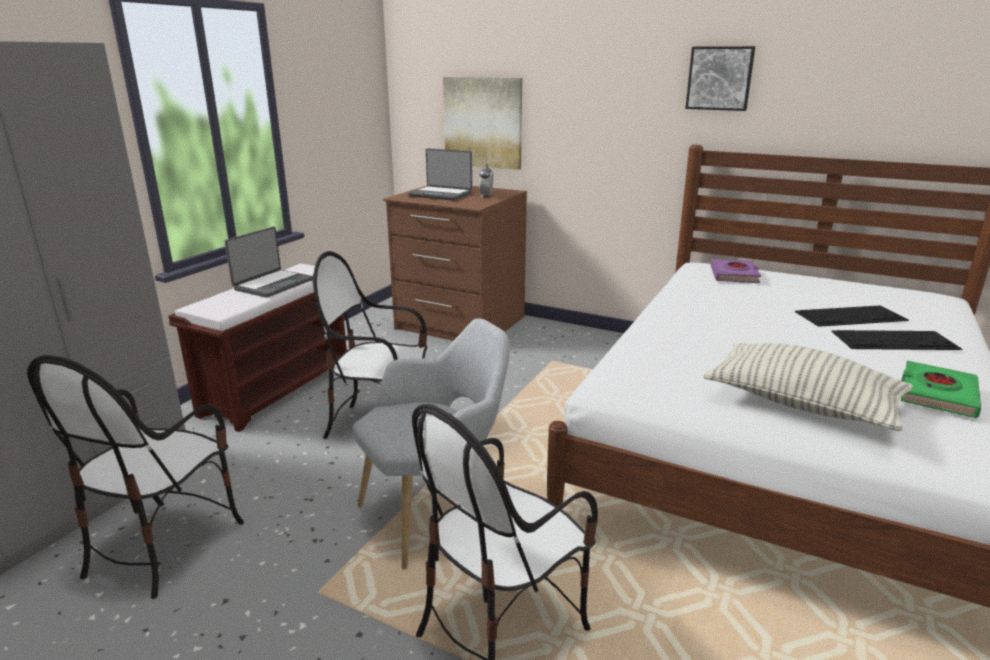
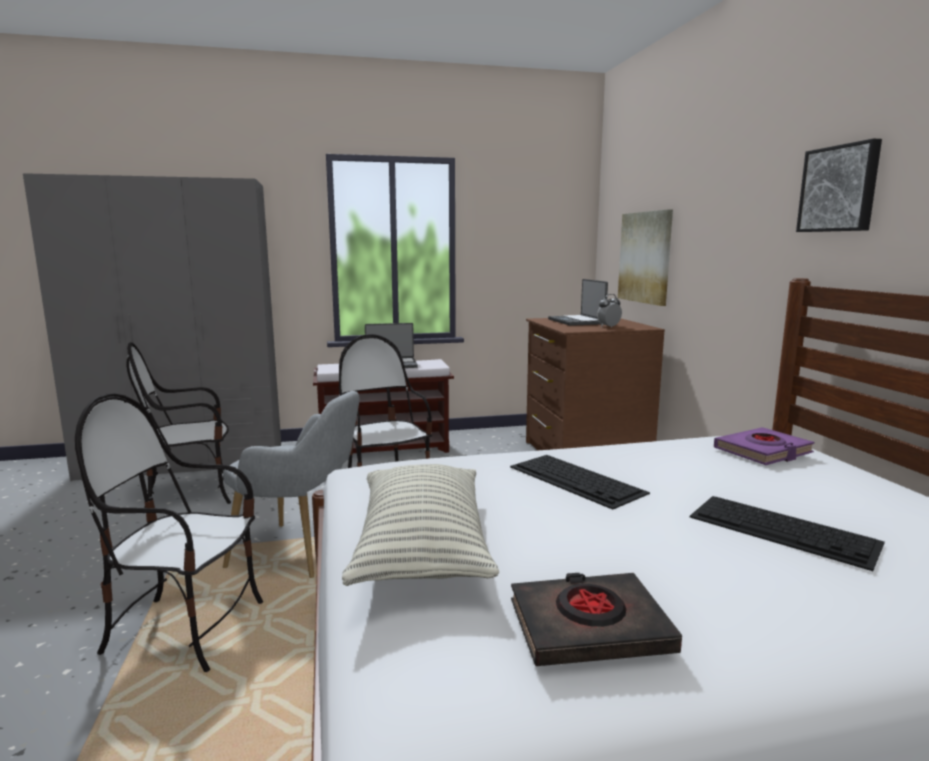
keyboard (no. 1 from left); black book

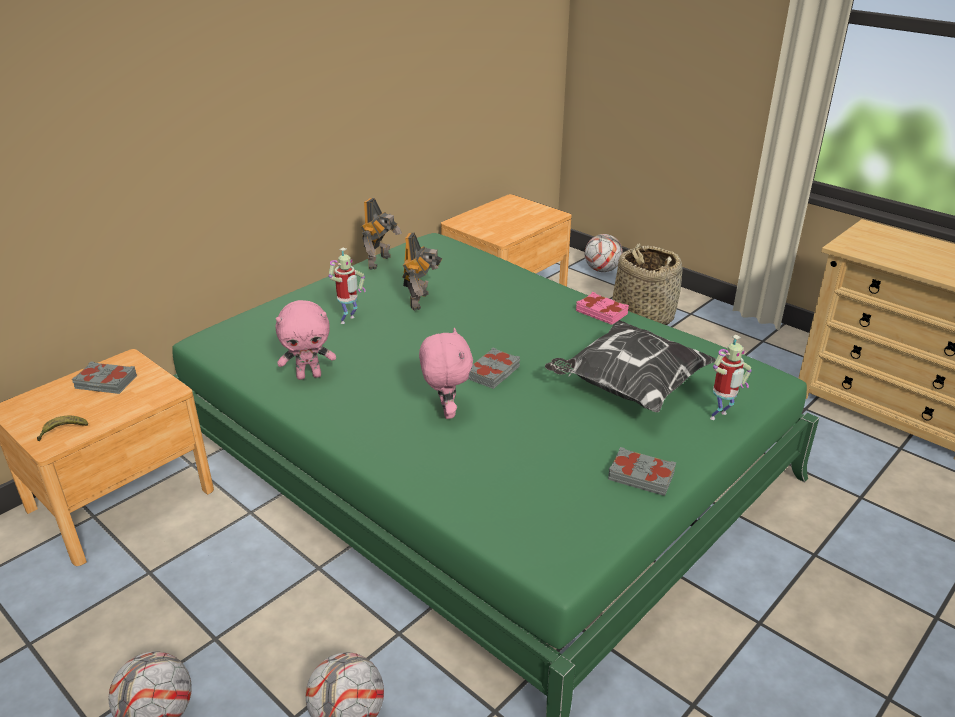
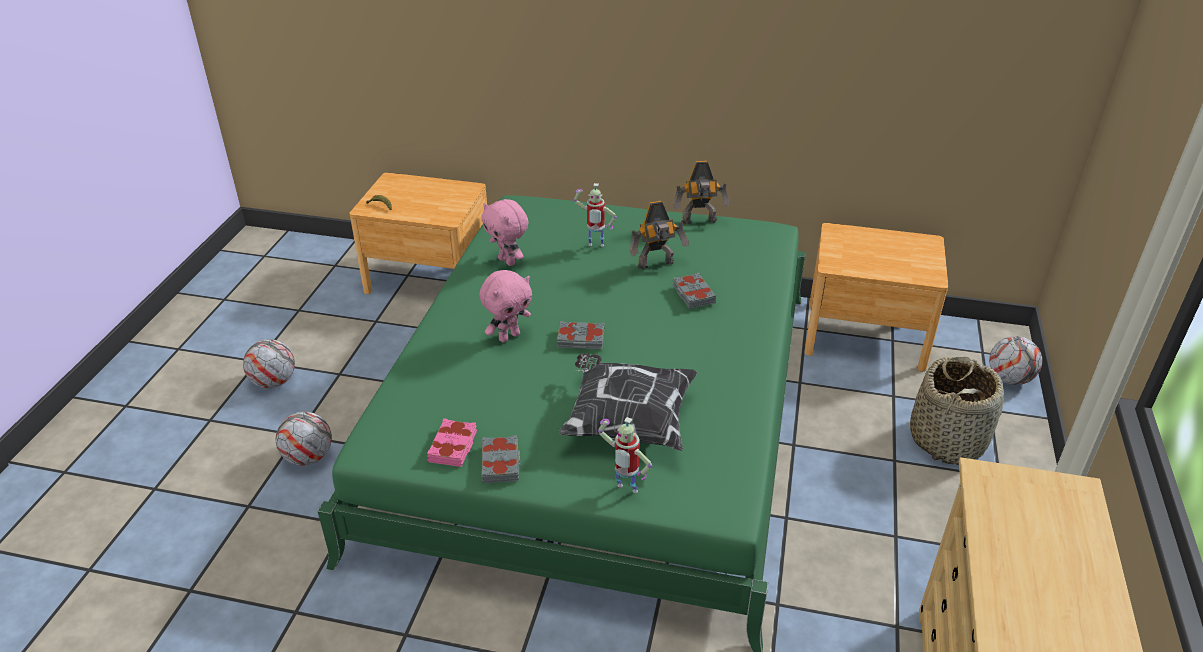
pink book; grey book (no. 3 from left)

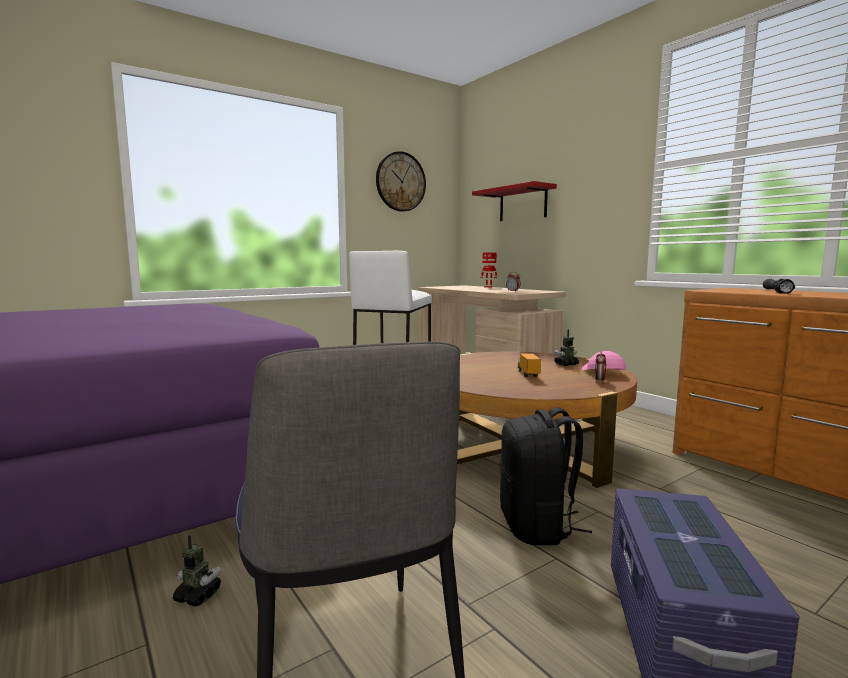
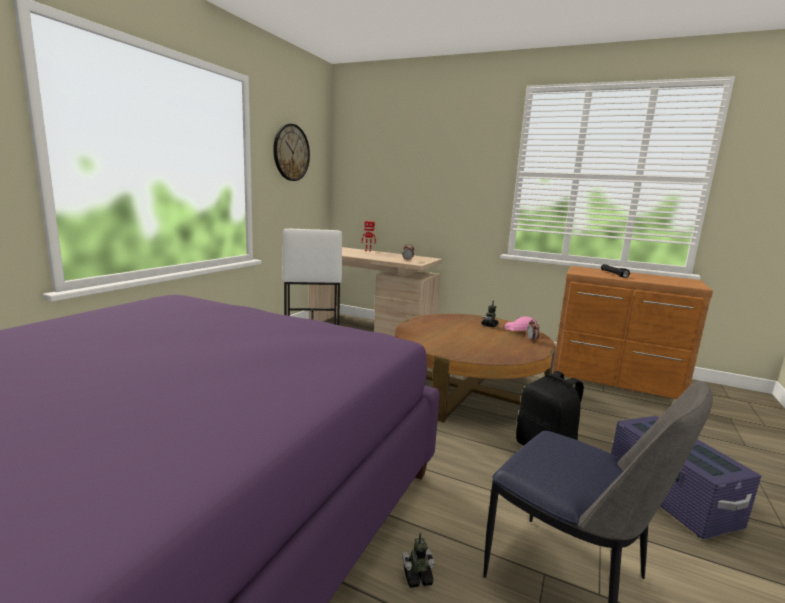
red shelf; toy truck

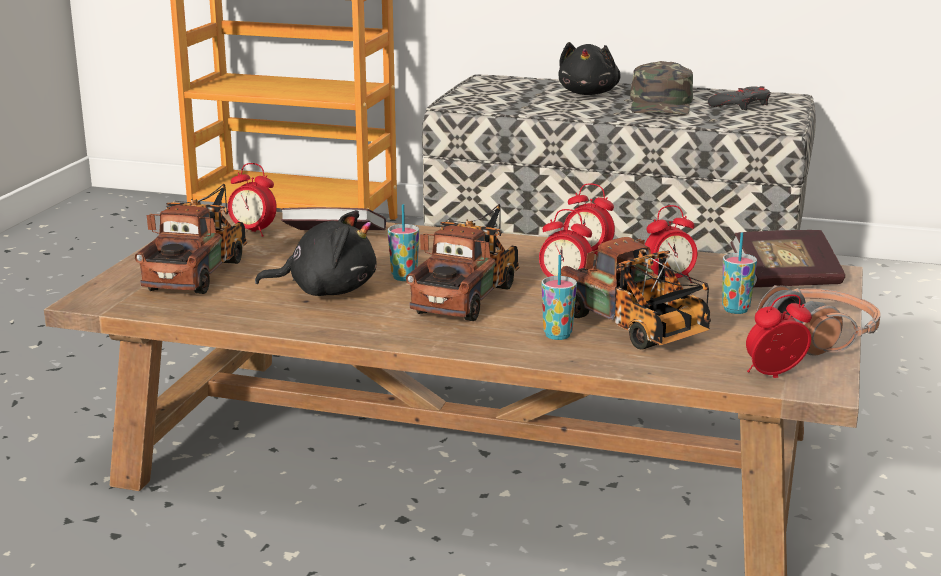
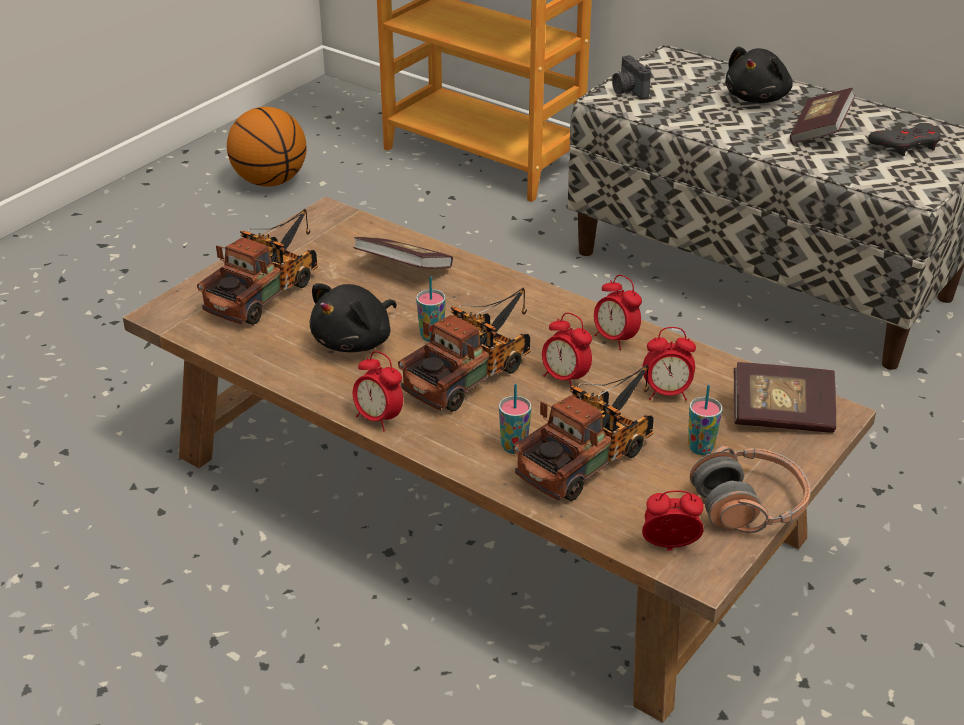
basketball; black plush toy (no. 1 from left); alarm clock (no. 1 from left); toy truck (no. 3 from left); photo camera; book (no. 3 from left)

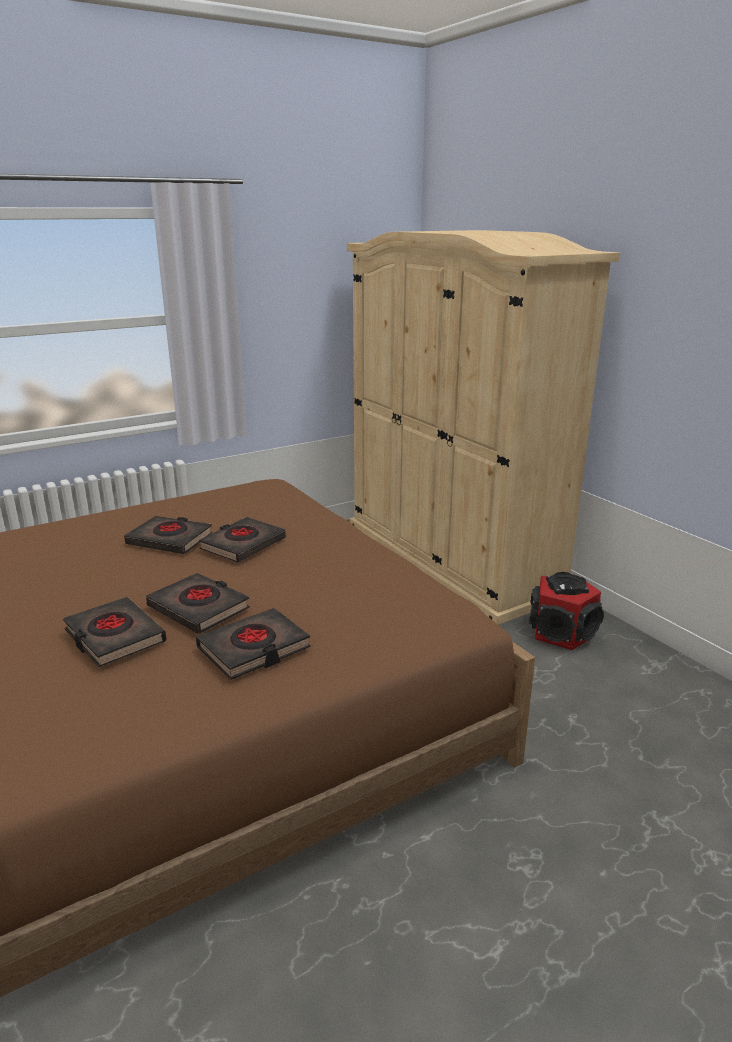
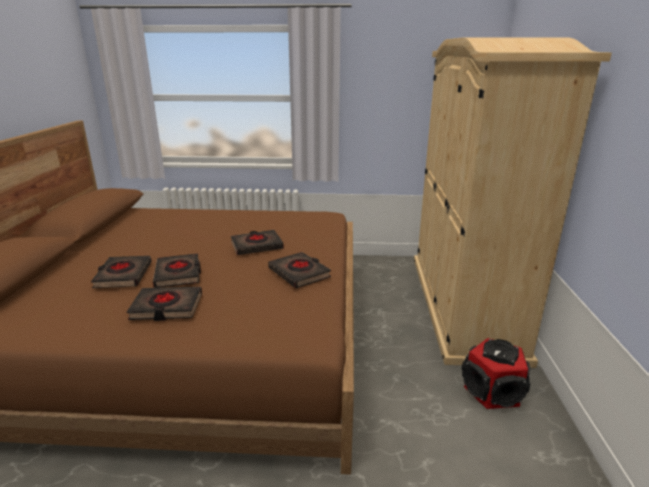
black book (no. 5 from left)

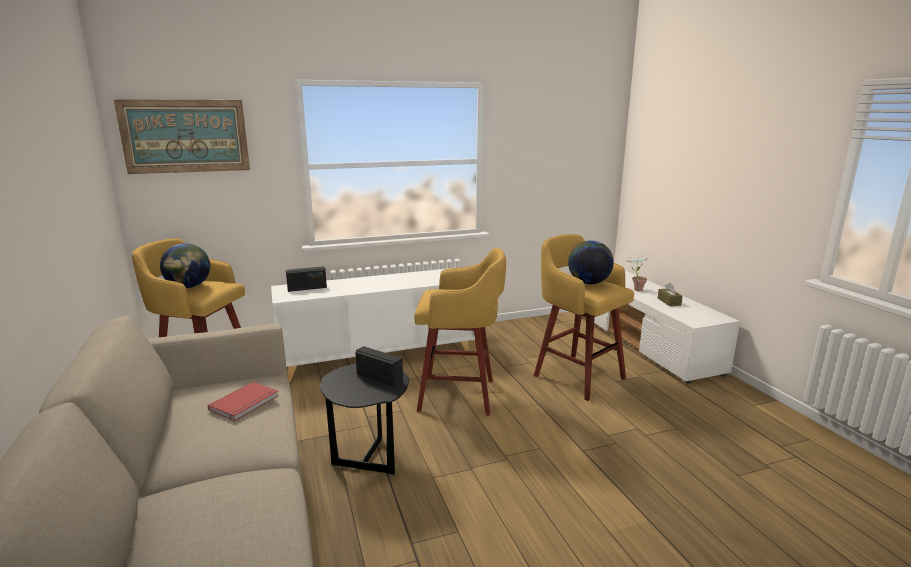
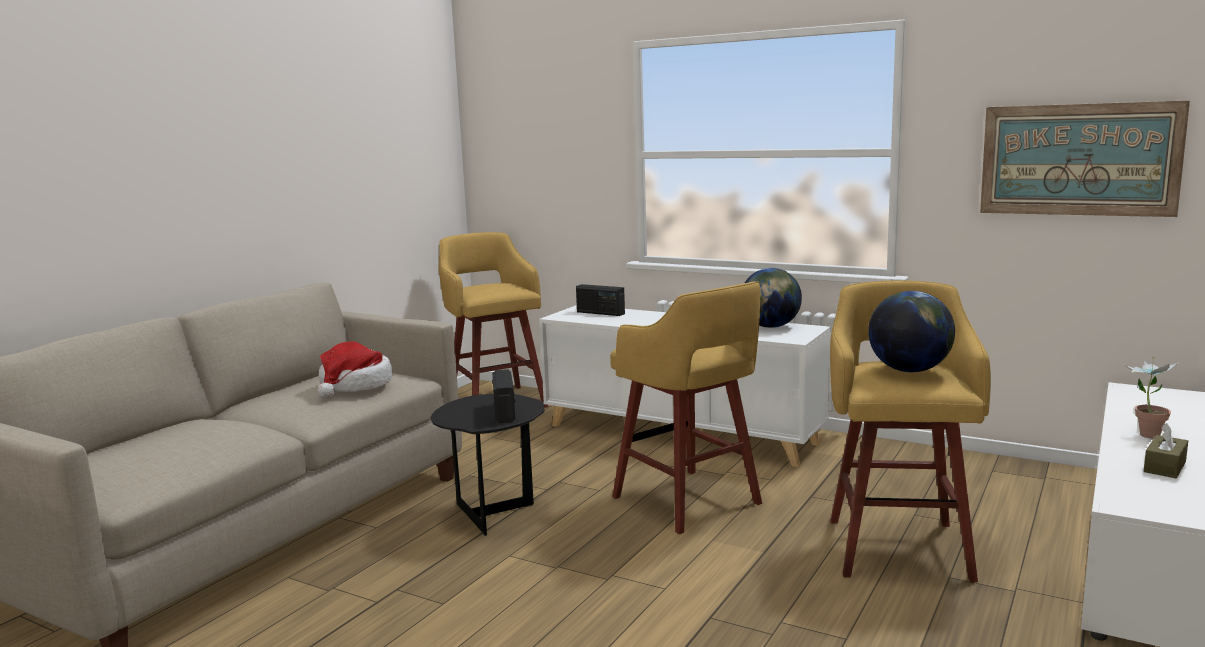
hat; globe (no. 1 from left); picture

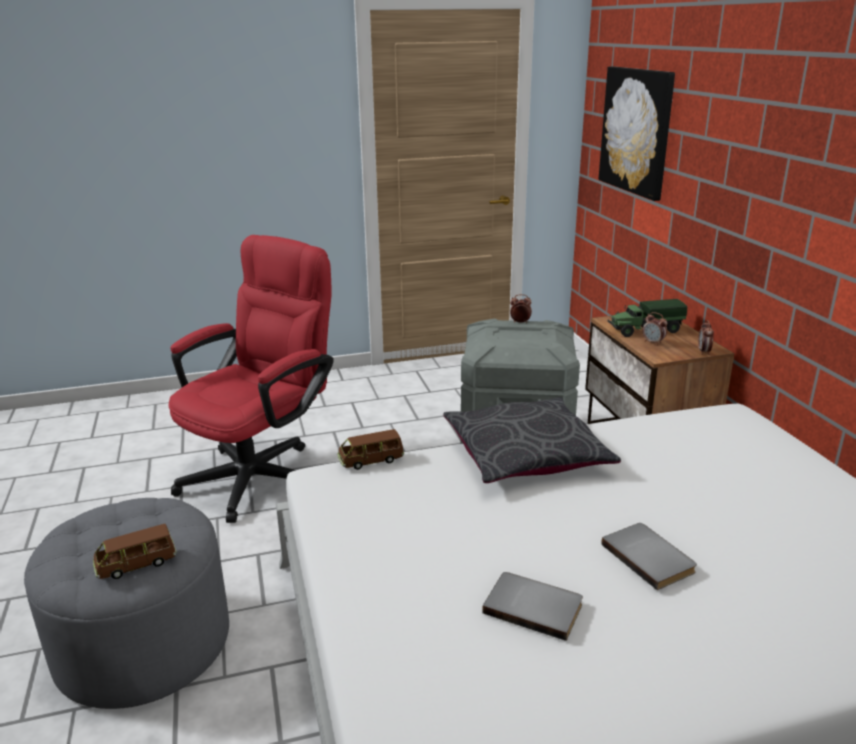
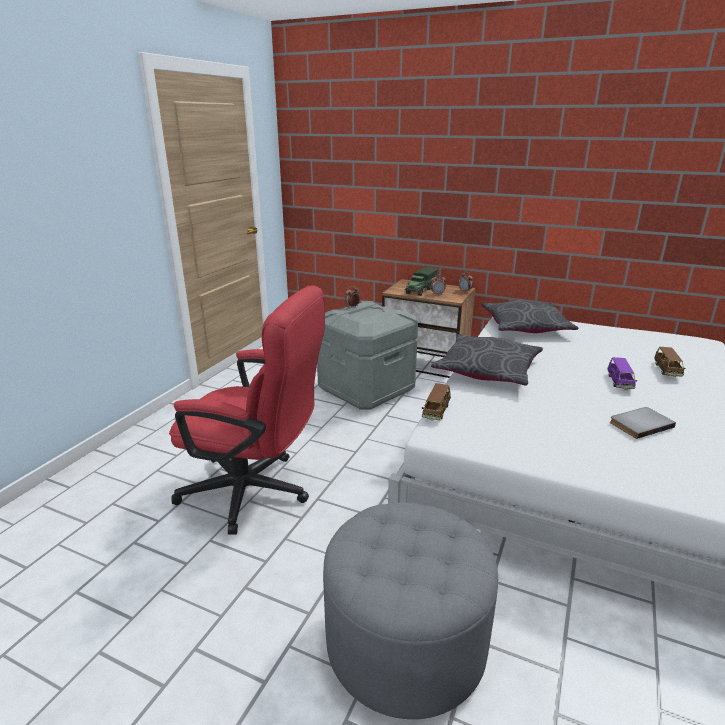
red office chair; grey pillow (no. 2 from left); purple toy car; brown toy car (no. 2 from left); picture

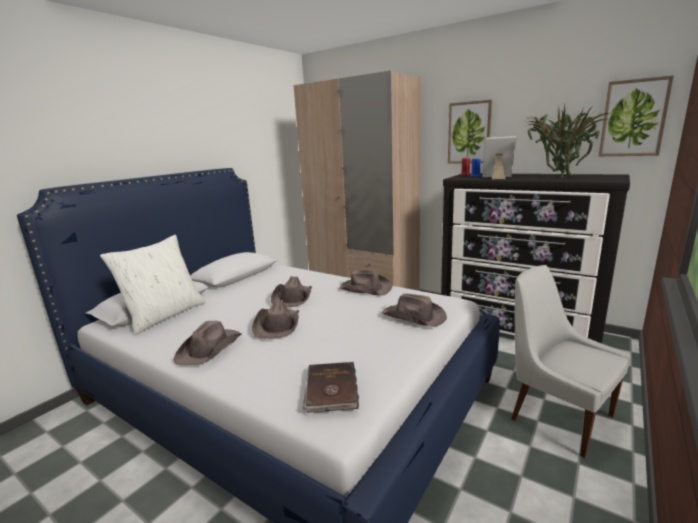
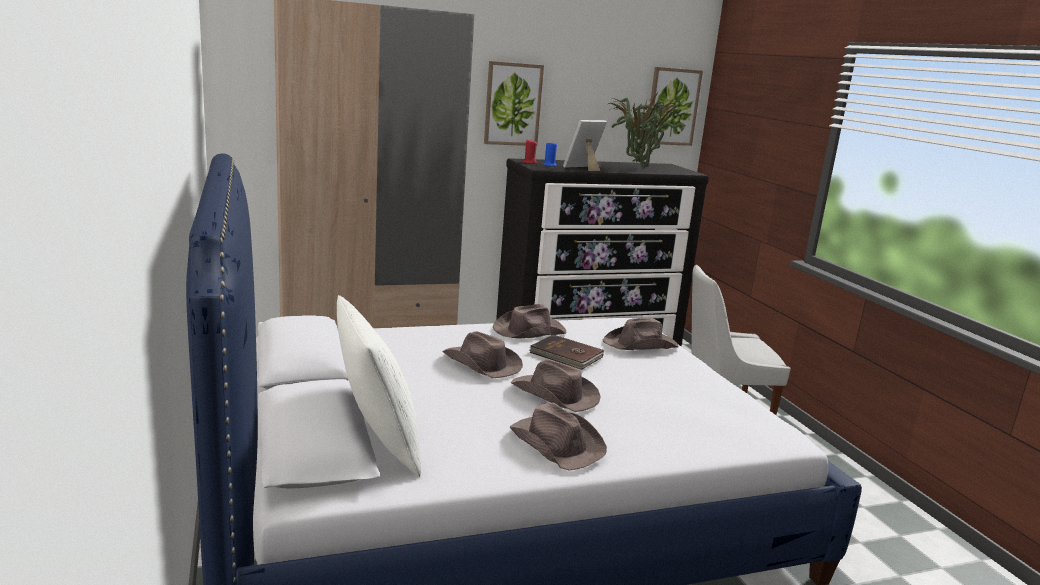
brown book

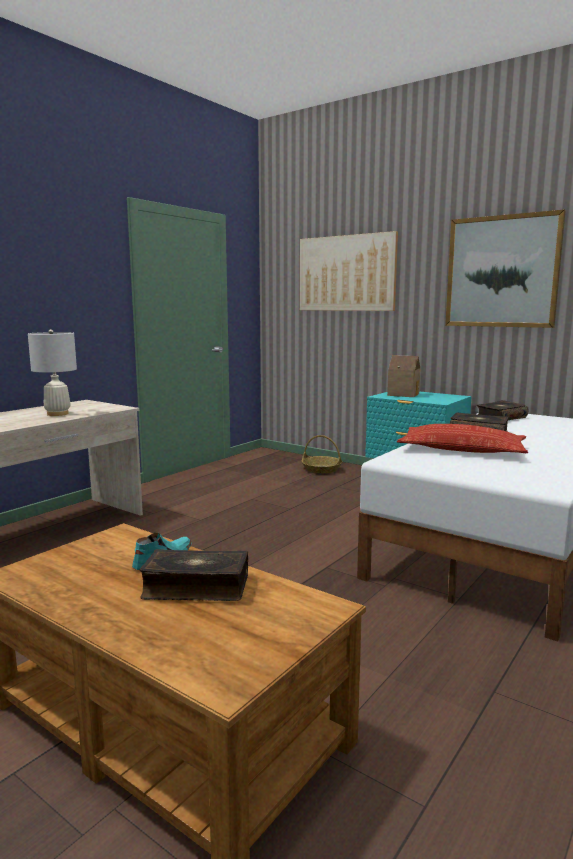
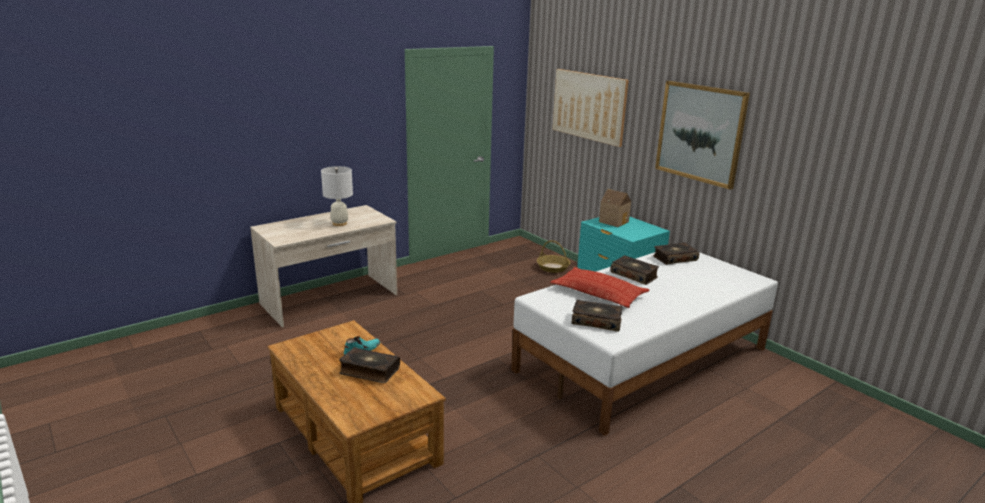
book (no. 2 from left)

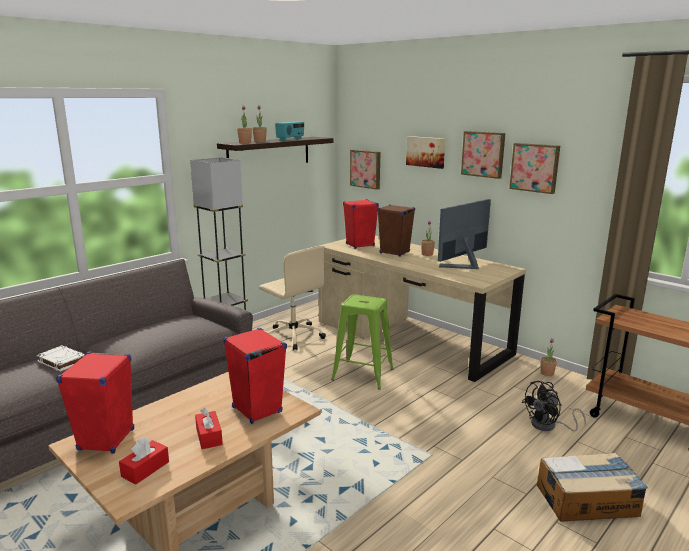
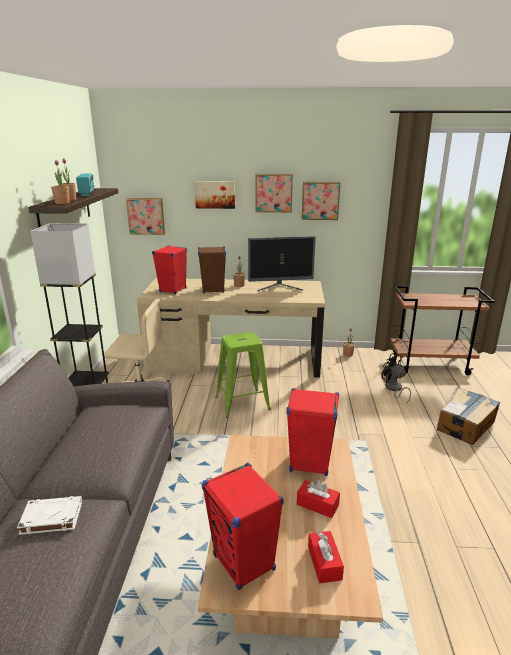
monitor; black fan

